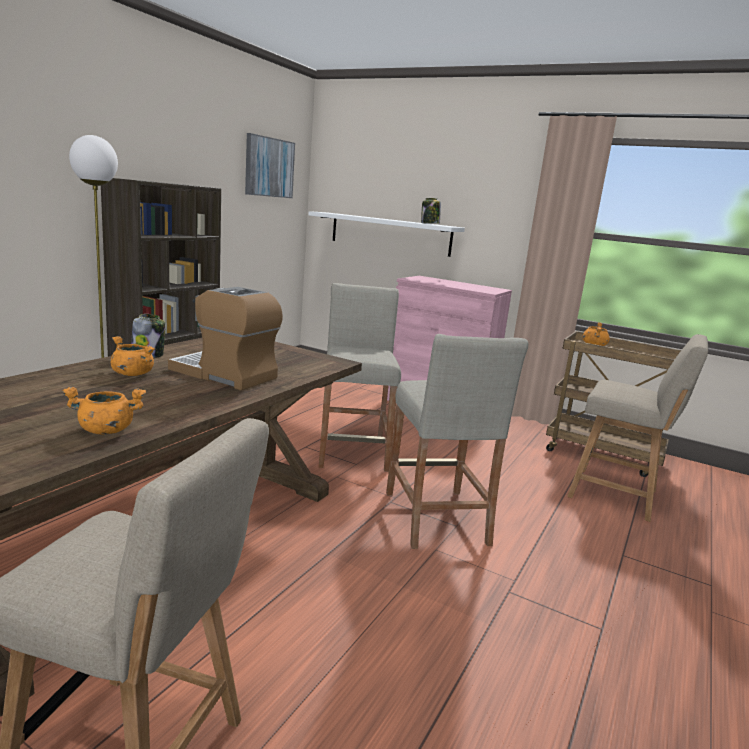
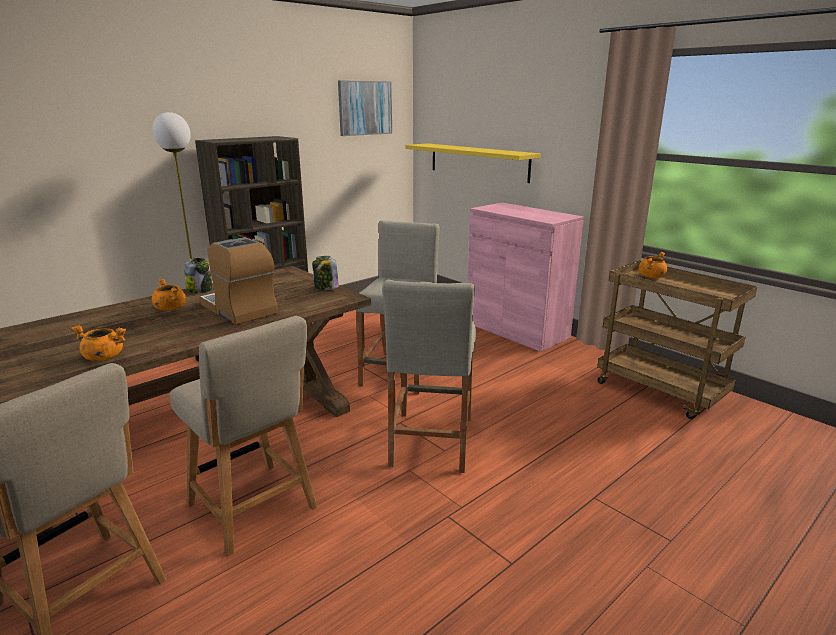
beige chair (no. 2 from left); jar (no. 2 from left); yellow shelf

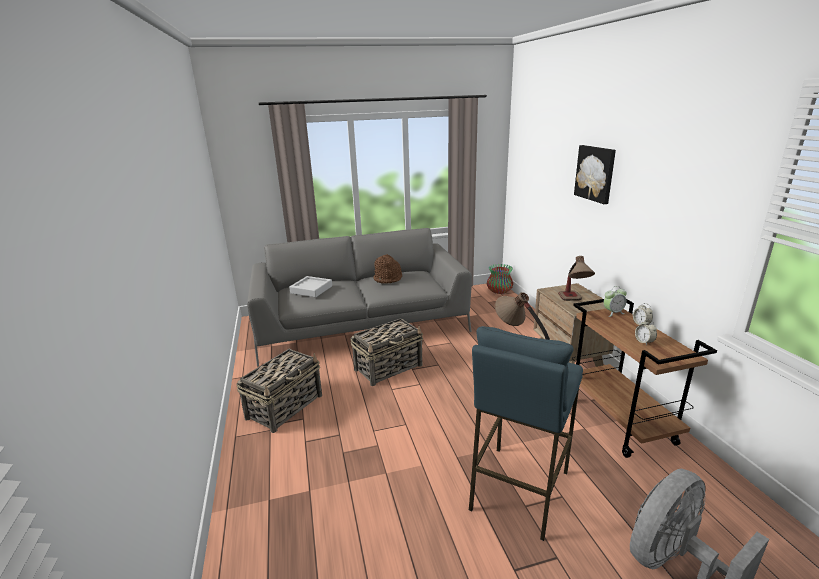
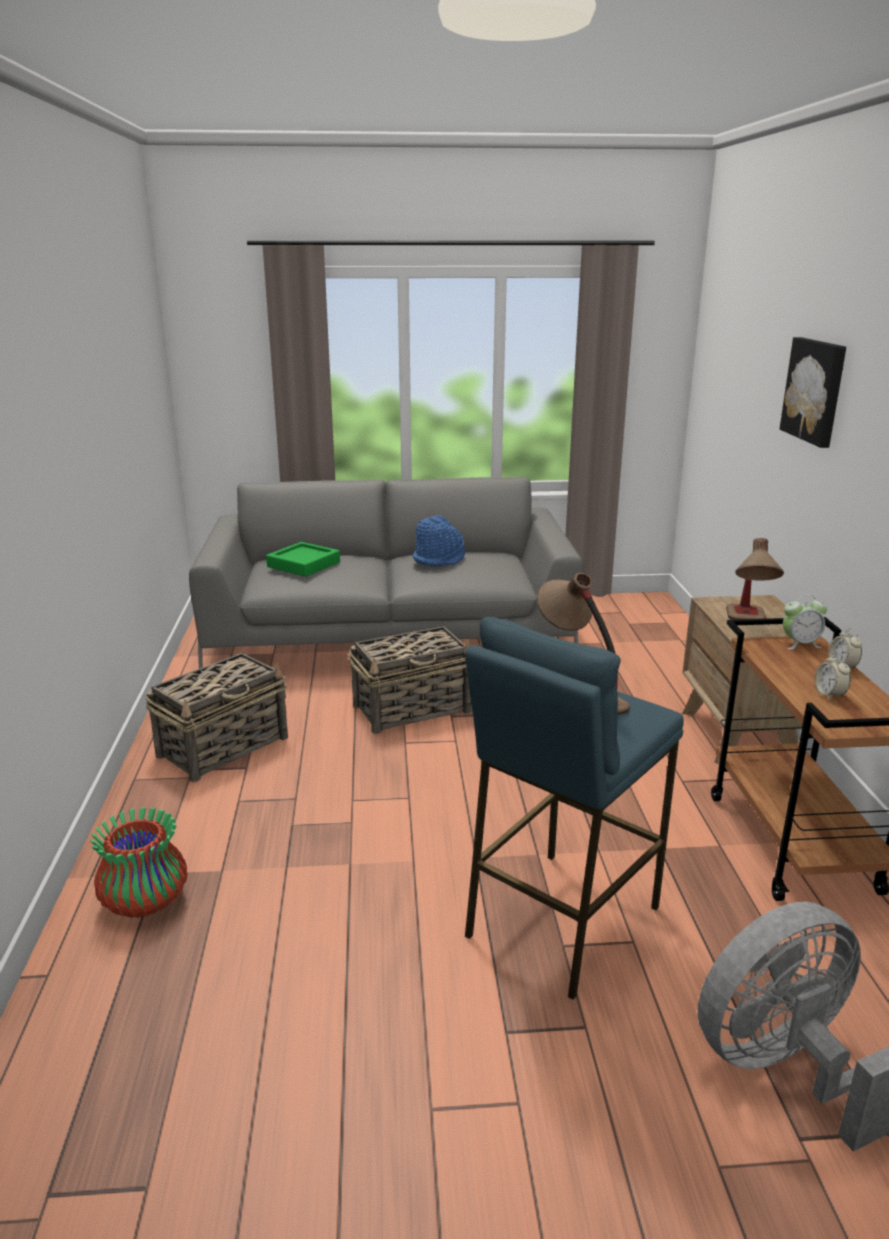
vase; green tray; blue hat

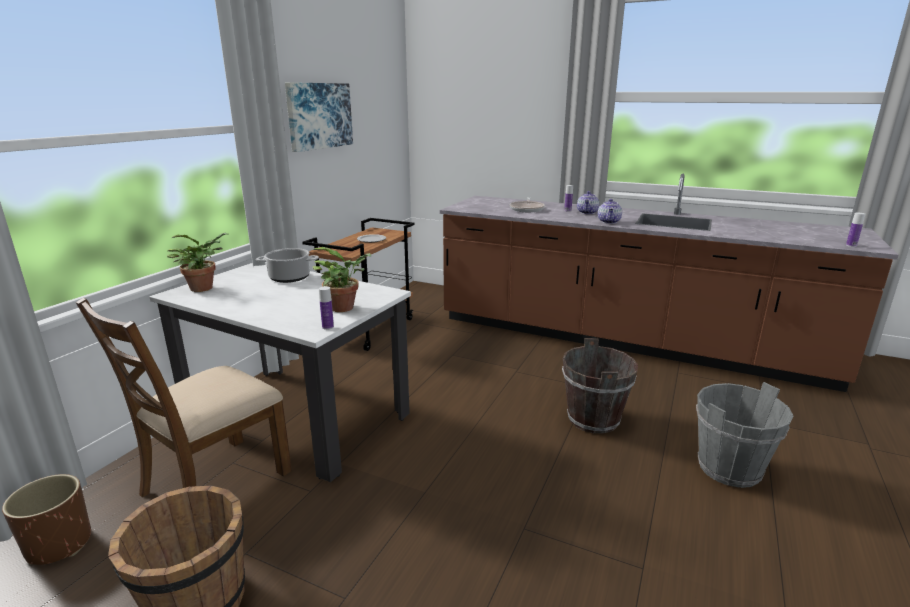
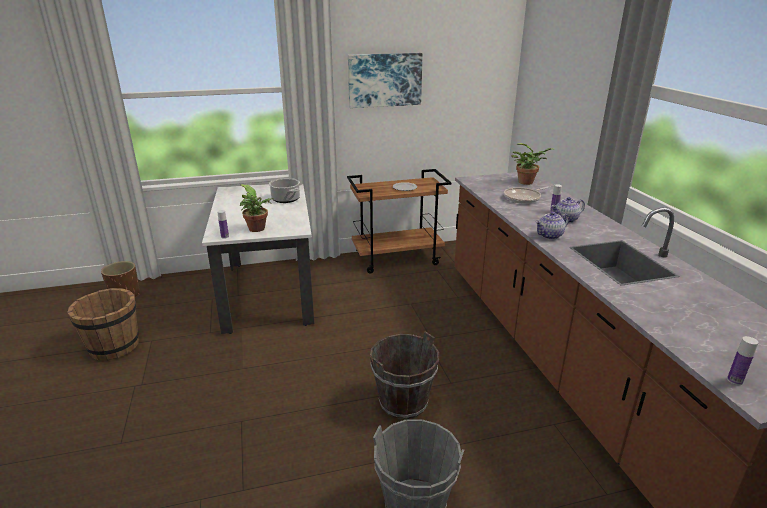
potted plant (no. 2 from left); brown chair

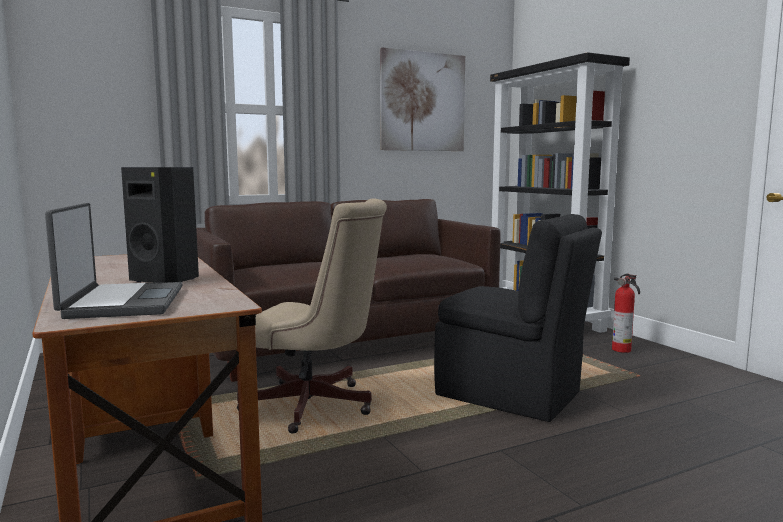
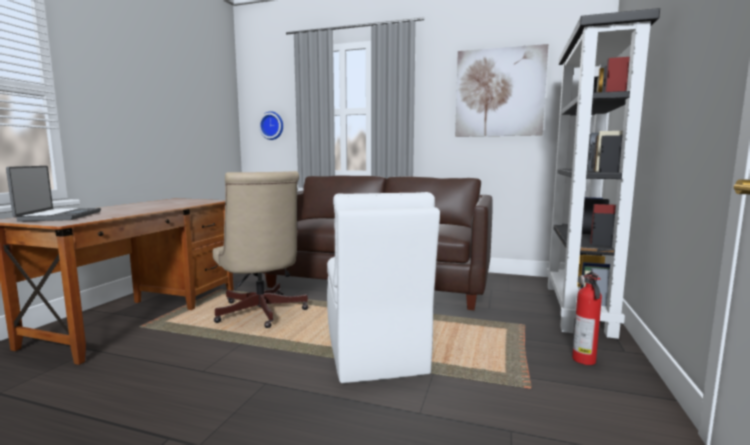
laptop; wall clock; white chair; black speaker

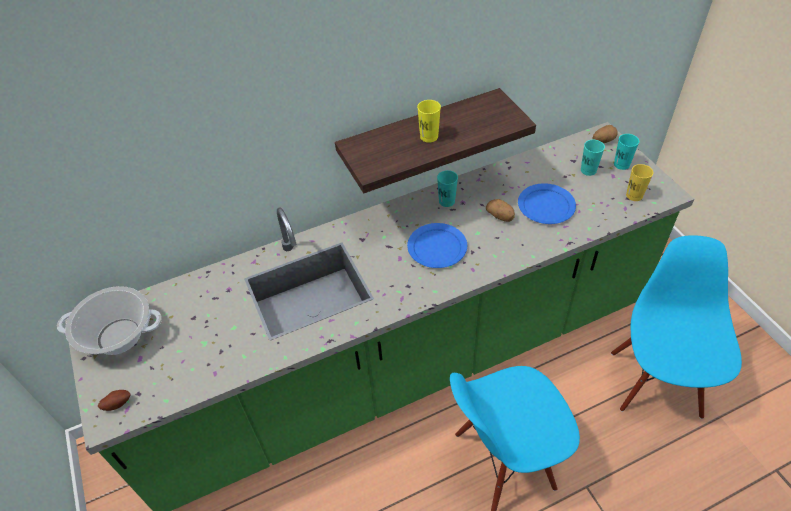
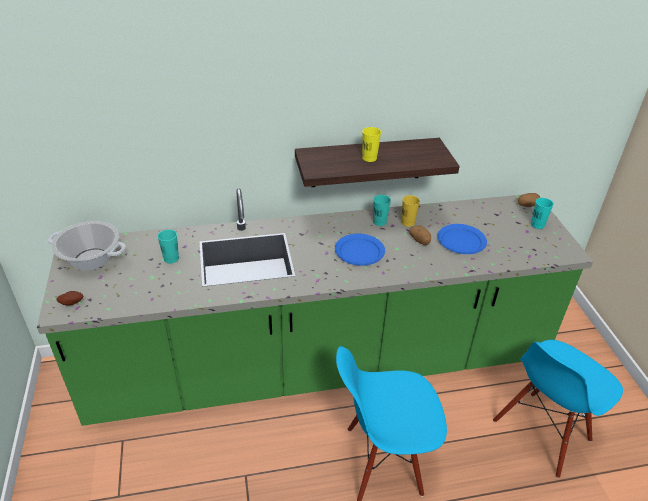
turquoise cup (no. 1 from left); yellow cup (no. 2 from left); blue chair (no. 2 from left)

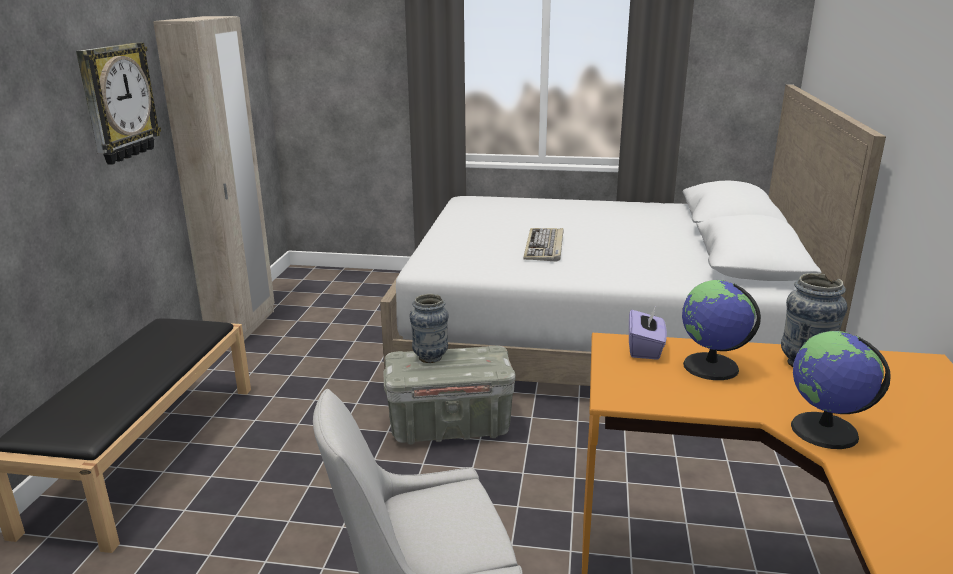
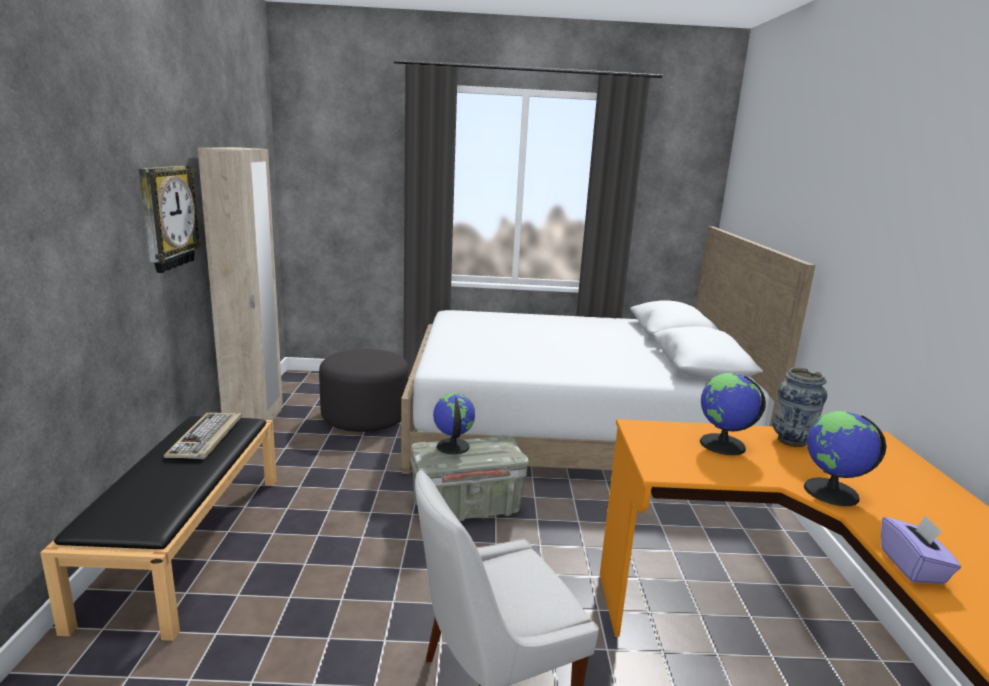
keyboard; grey ottoman; globe (no. 1 from left); purple tissue box

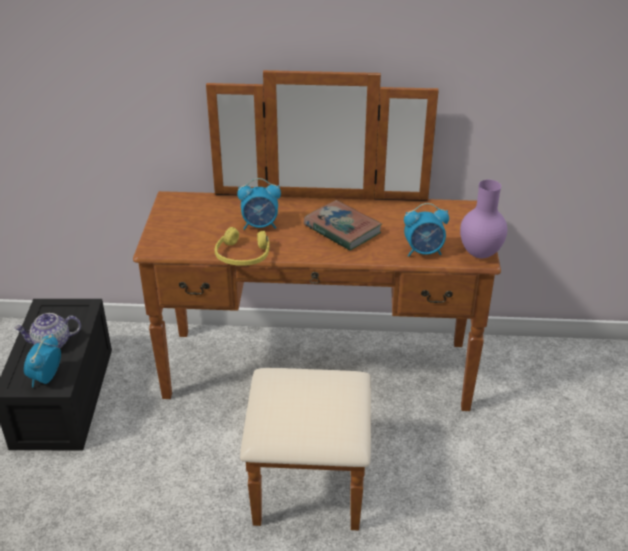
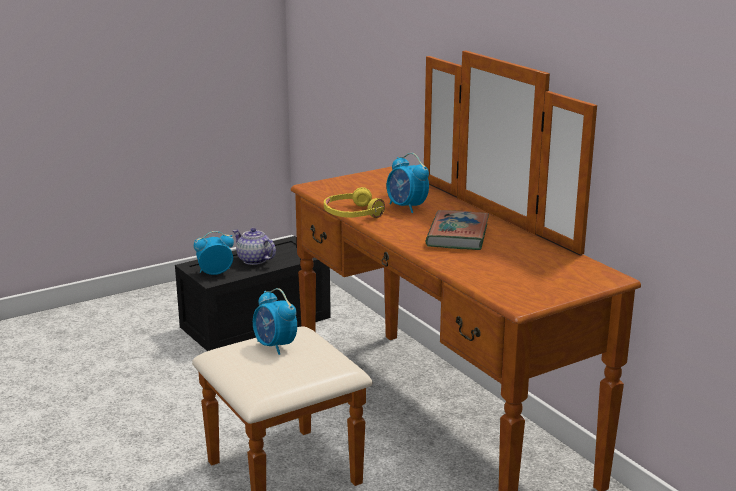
alarm clock (no. 2 from left); purple vase

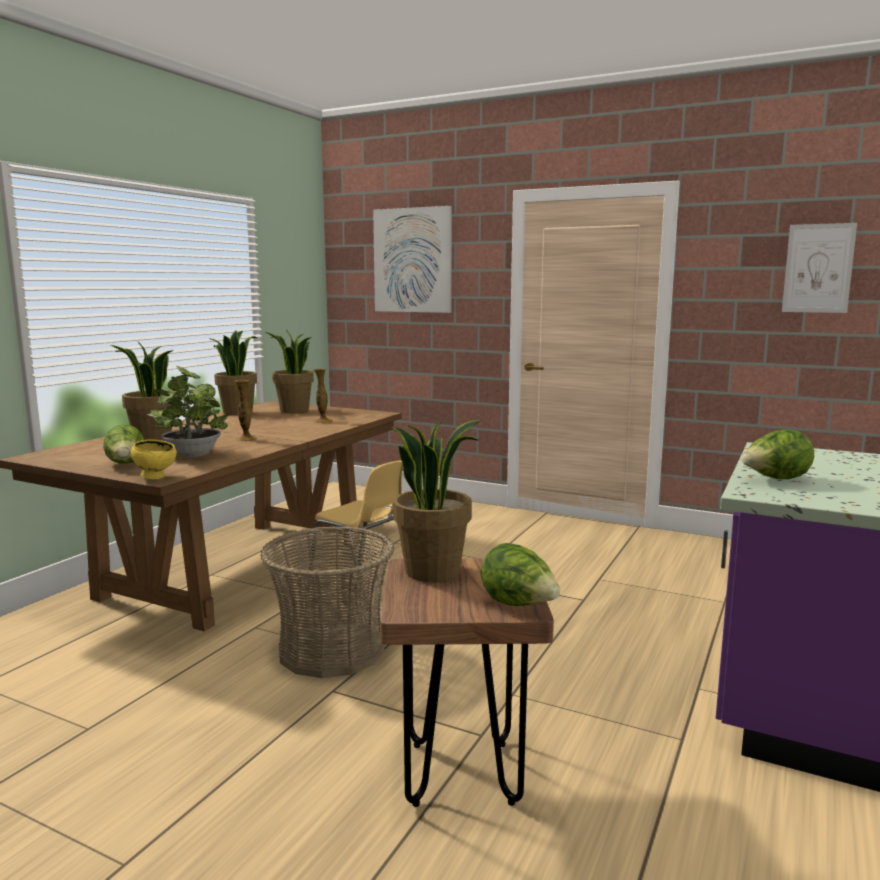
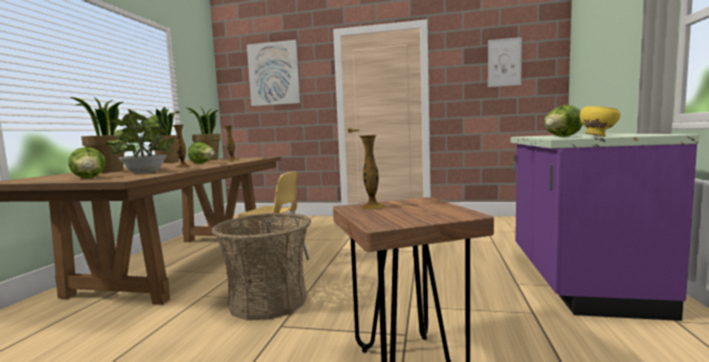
lettuce (no. 2 from left); vase (no. 3 from left); yellow bowl

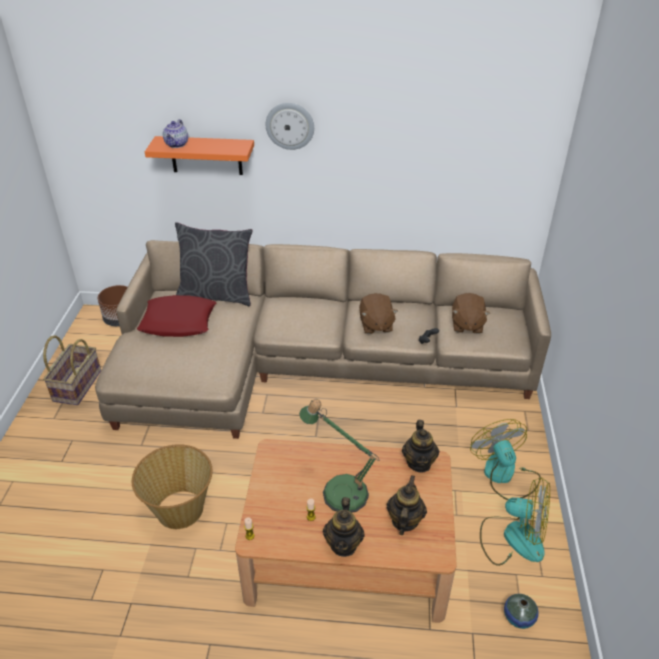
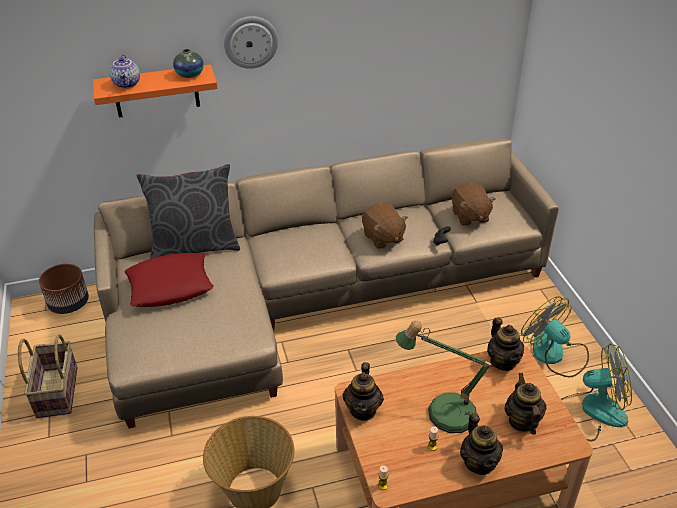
vase; teapot (no. 2 from left)

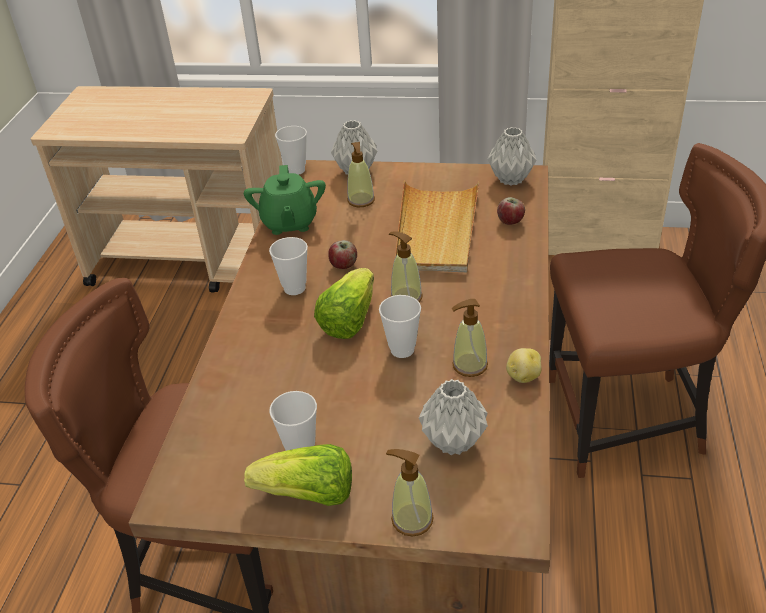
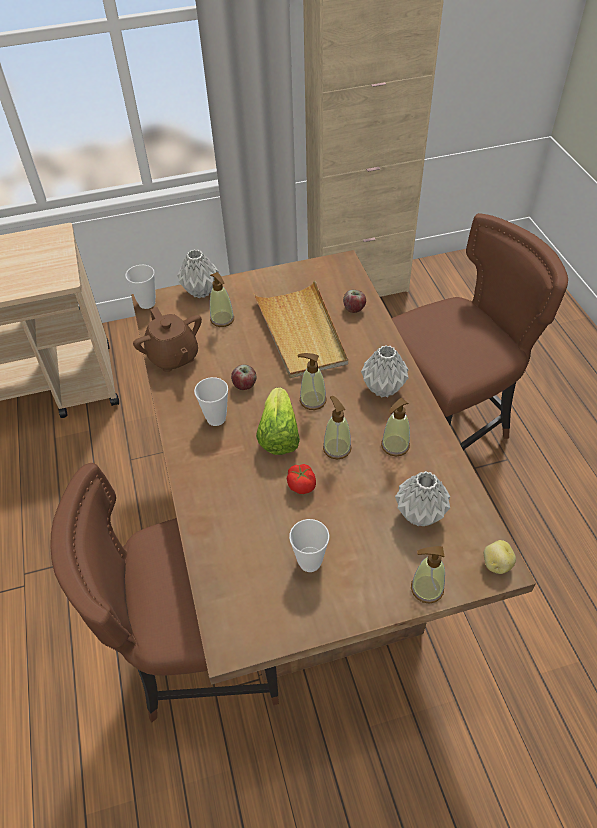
brown teapot; tomato; soap dispenser (no. 3 from left); grey vase (no. 2 from left); potato; lettuce (no. 1 from left in the first image)

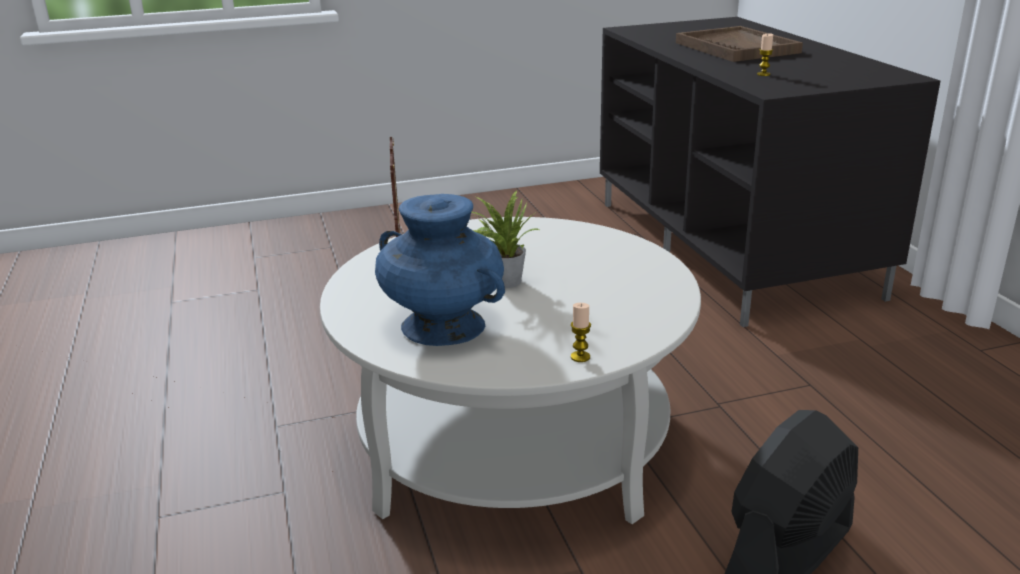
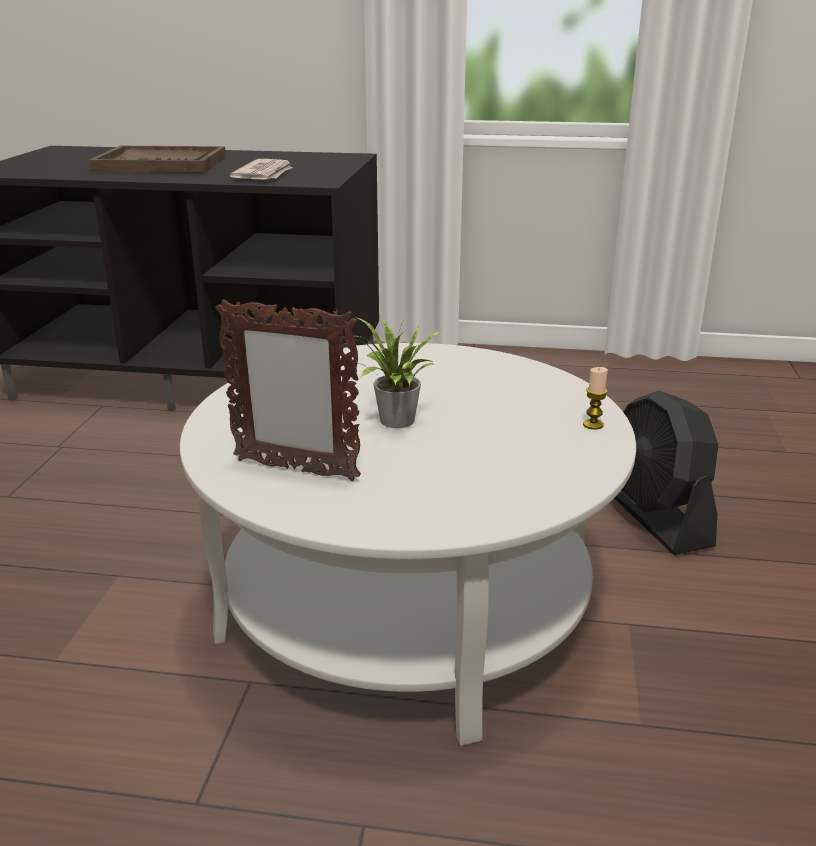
newspaper; blue vase

